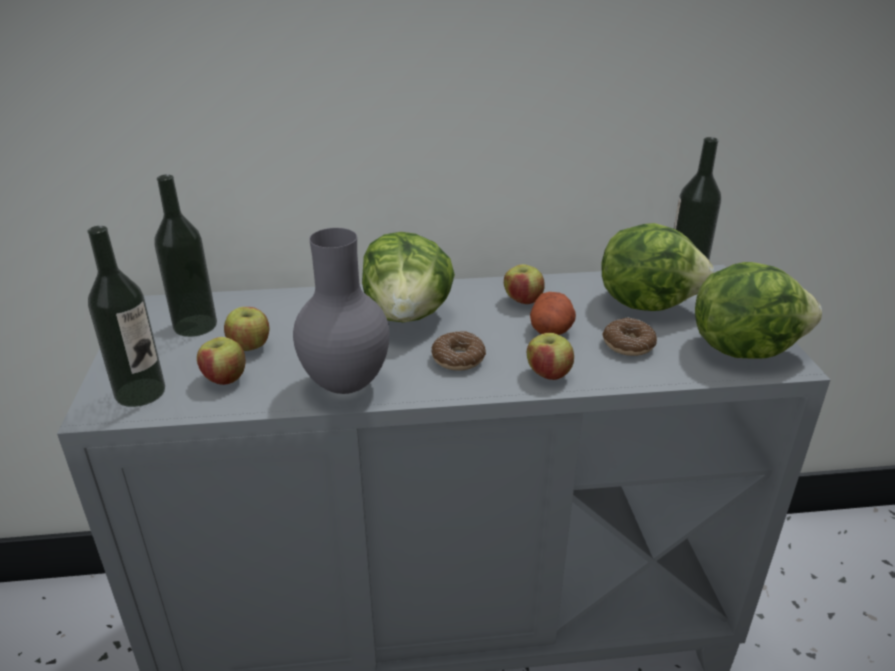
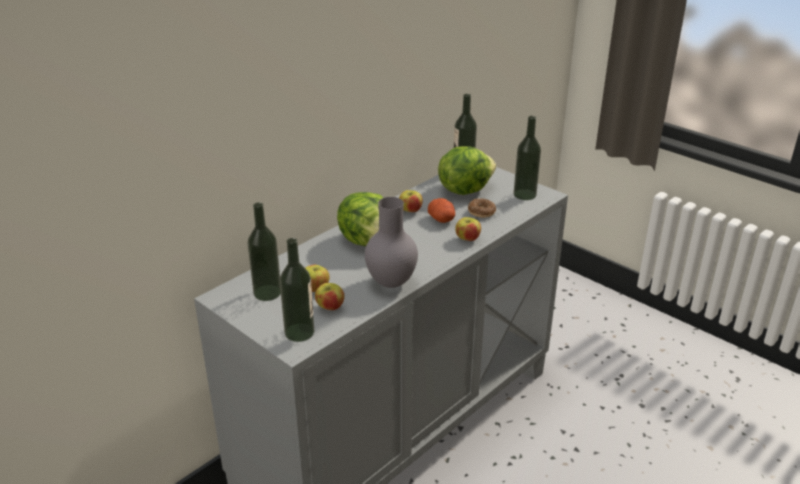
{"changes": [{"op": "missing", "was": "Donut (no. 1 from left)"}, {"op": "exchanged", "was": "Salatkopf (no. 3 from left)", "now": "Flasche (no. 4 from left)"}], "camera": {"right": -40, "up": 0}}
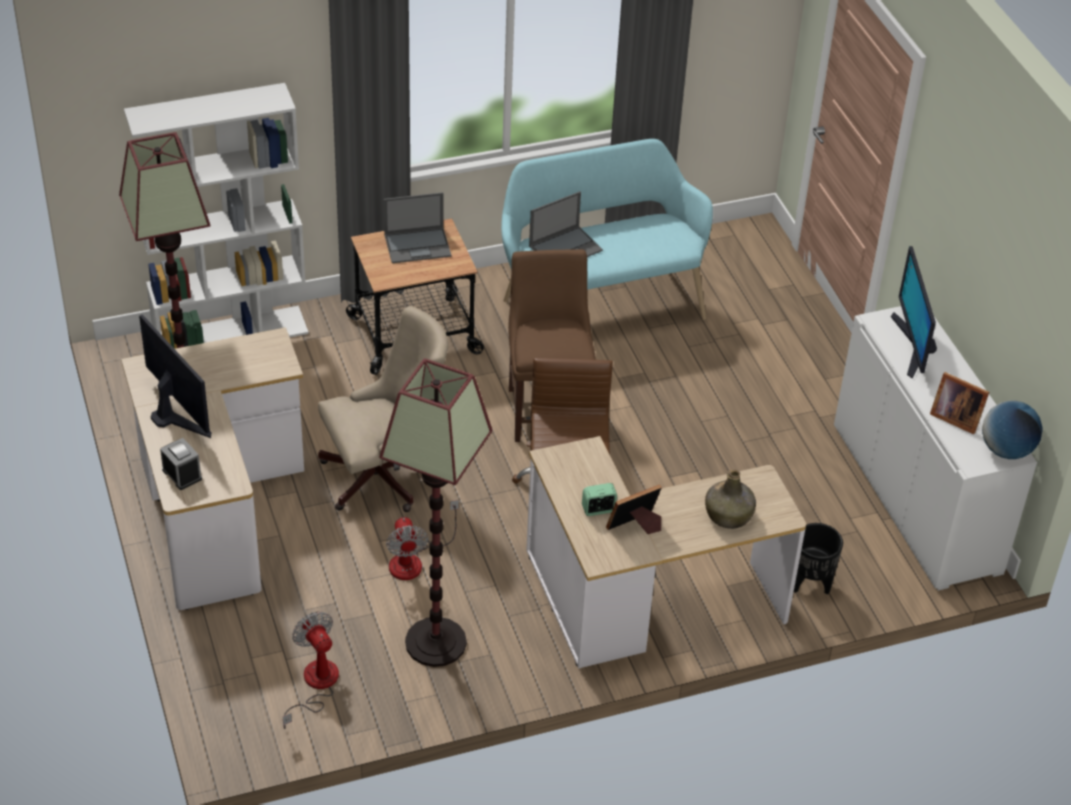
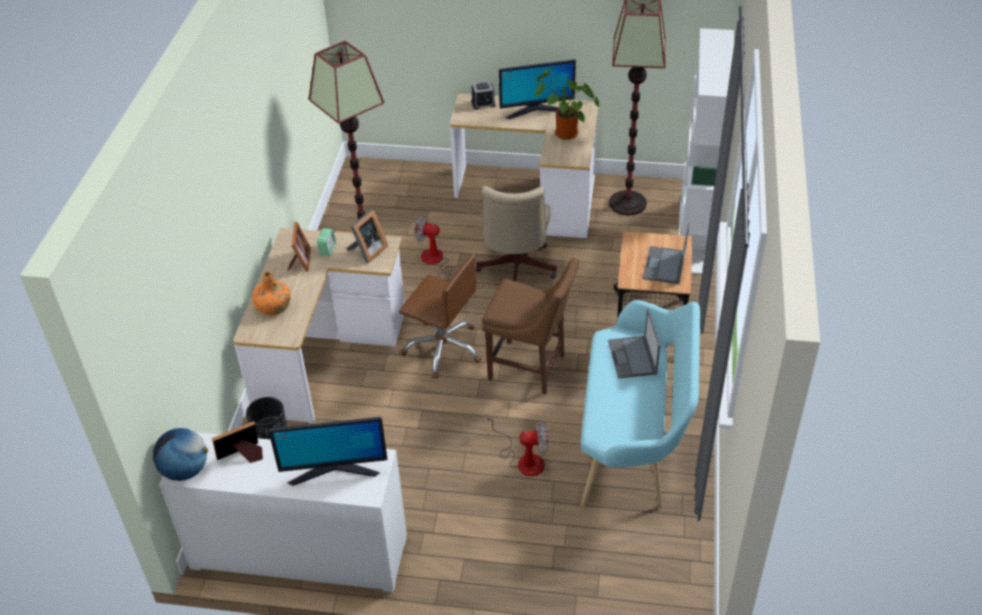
{"changes": [{"op": "appeared", "now": "Bilderrahmen (no. 3 from left)"}, {"op": "appeared", "now": "Topfpflanze"}, {"op": "relocated", "was": "Ventilator (no. 1 from left in the first image)", "now": "Ventilator (no. 2 from left)"}, {"op": "colour", "was": "Flasche (grün)", "now": "Flasche (orange)"}, {"op": "spun", "was": "Monitor (no. 2 from left in the first image)", "clockwise": 150}], "camera": {"right": 120, "up": 0}}
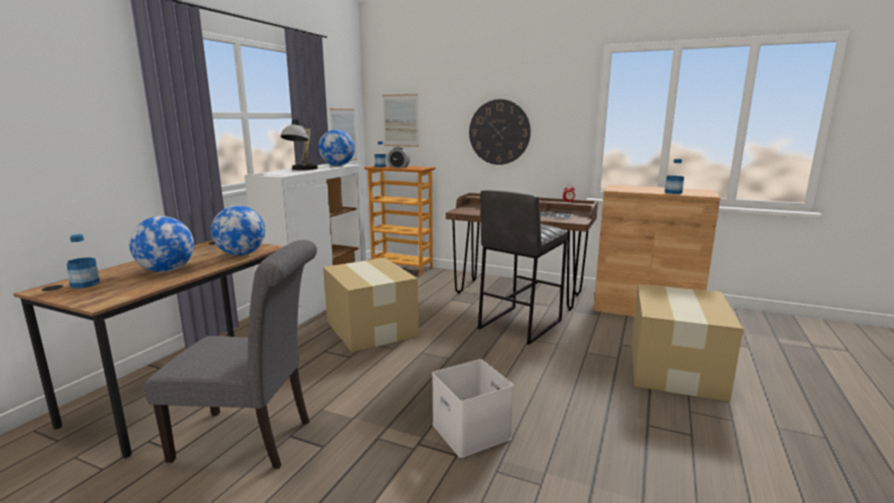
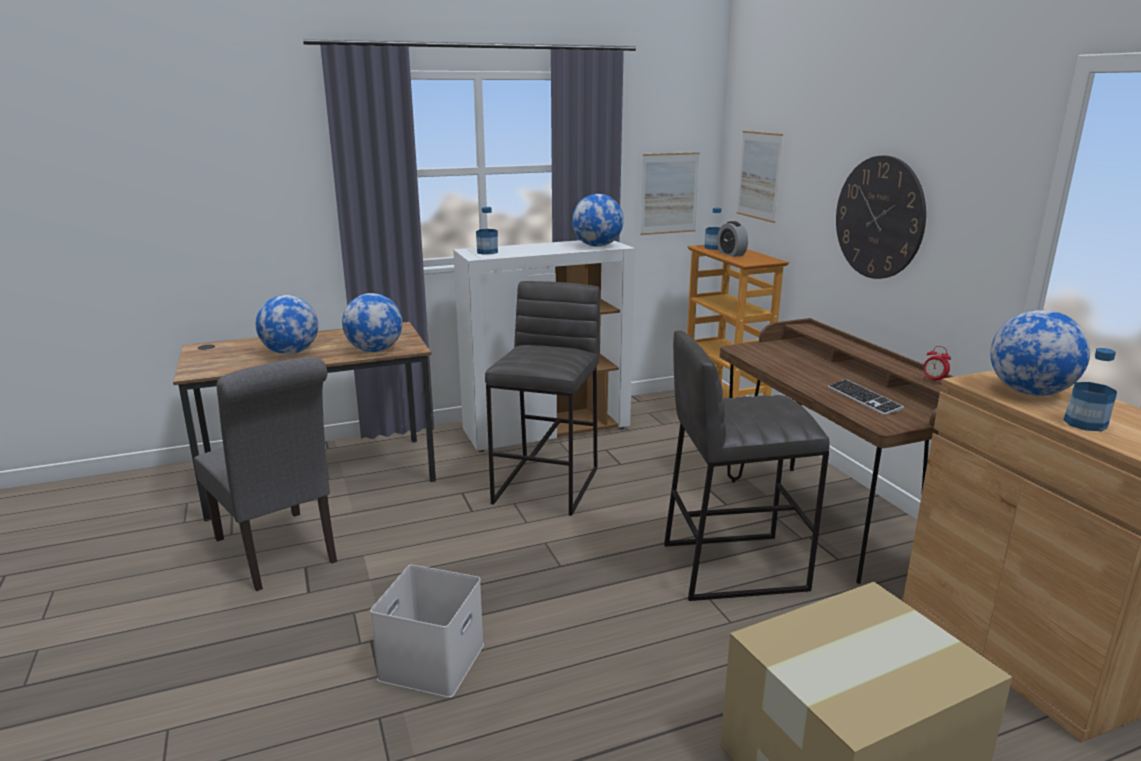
{"changes": [{"op": "missing", "was": "Tischlampe"}, {"op": "appeared", "now": "Globus (no. 4 from left)"}, {"op": "relocated", "was": "Flasche (no. 1 from left)"}, {"op": "exchanged", "was": "Karton (no. 1 from left)", "now": "Hocker (grau) (no. 1 from left)"}], "camera": {"right": 45, "up": 5}}
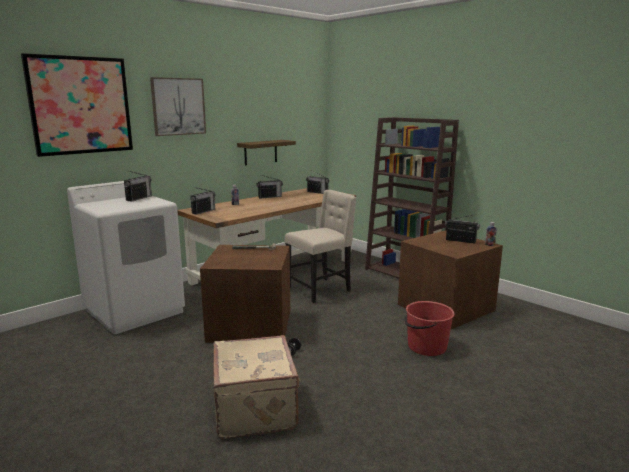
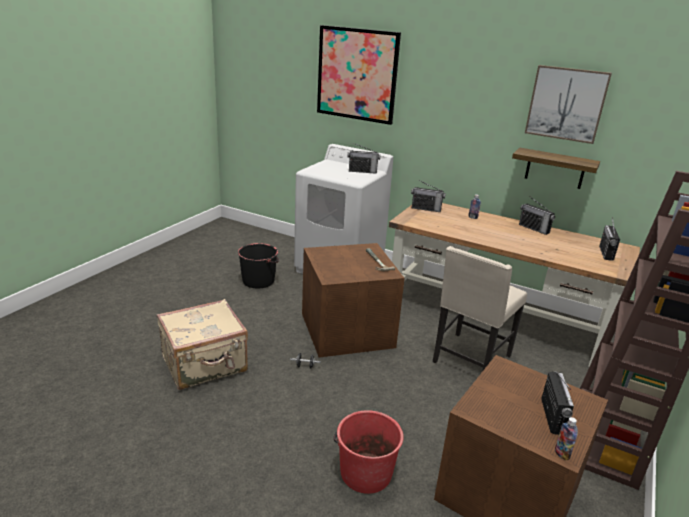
{"changes": [{"op": "appeared", "now": "Eimer (schwarz)"}, {"op": "relocated", "was": "Bild (no. 2 from left)"}, {"op": "spun", "was": "Stuhl (beige)", "clockwise": 90}], "camera": {"right": 70, "up": 10}}
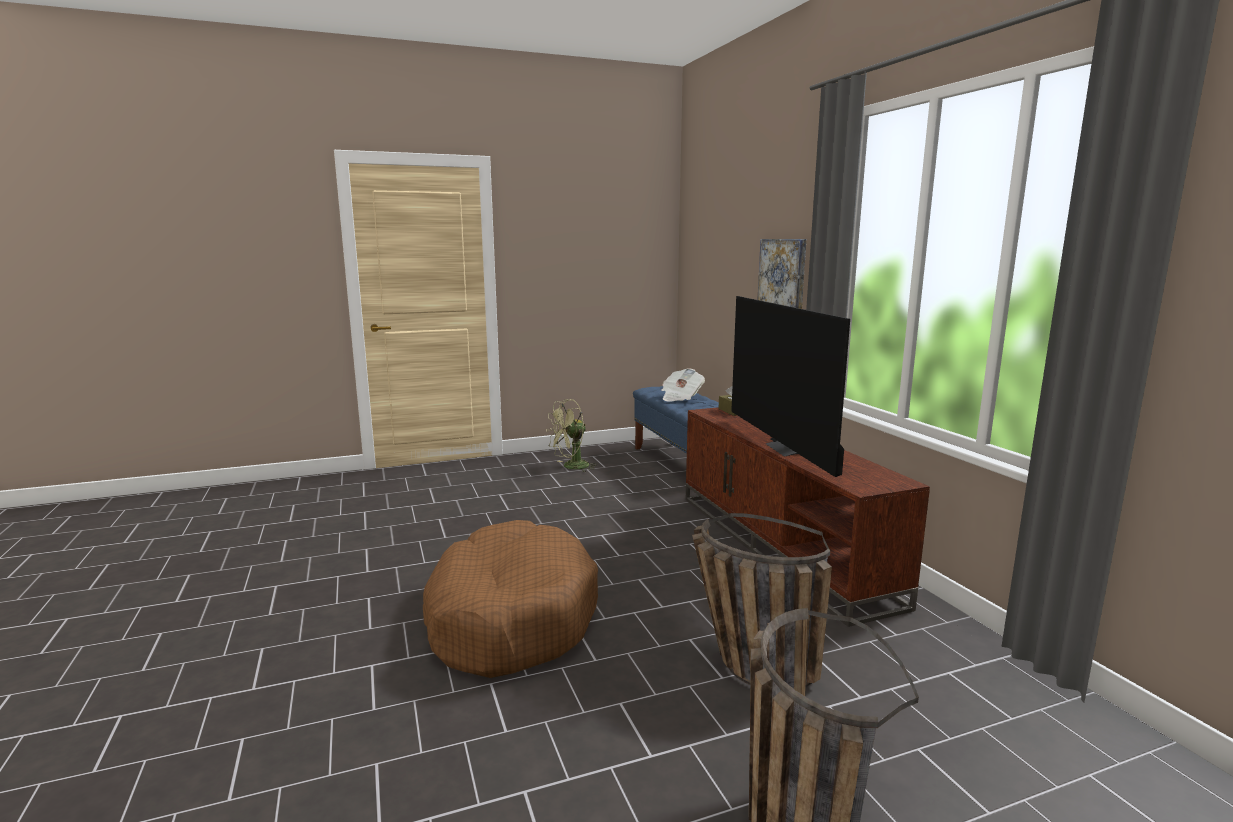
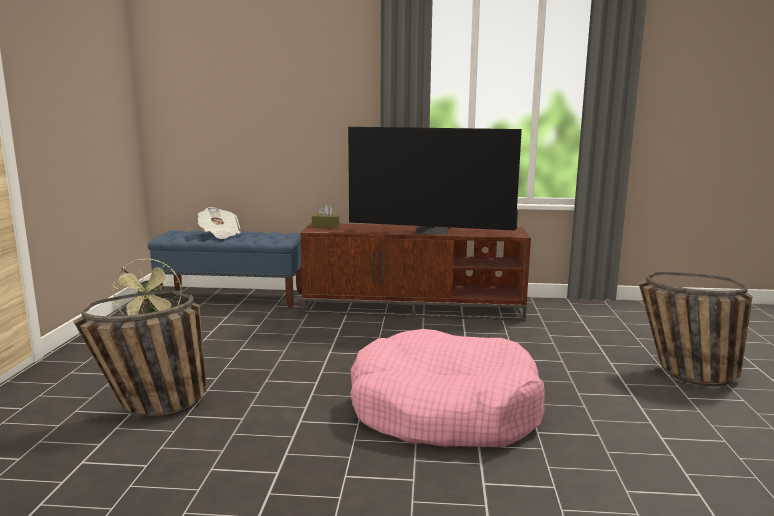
{"changes": [{"op": "missing", "was": "Bild"}, {"op": "relocated", "was": "Korb (no. 1 from left)"}, {"op": "colour", "was": "Hundebett (braun)", "now": "Hundebett (rosa)"}], "camera": {"right": -65, "up": 0}}
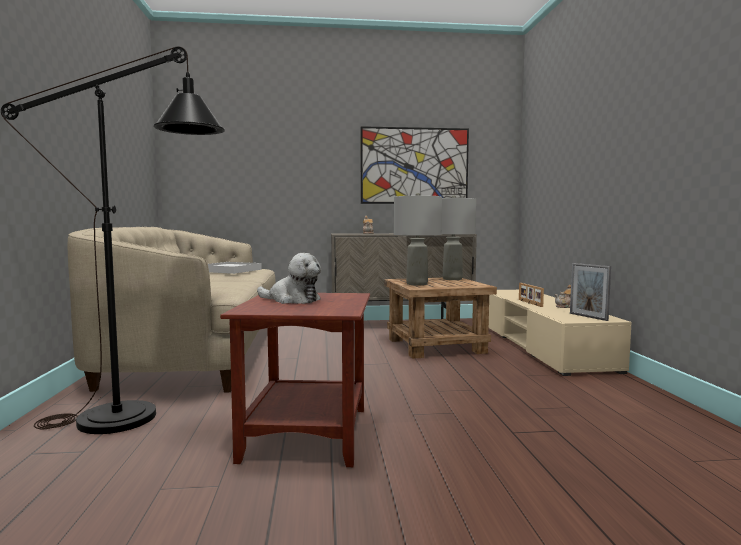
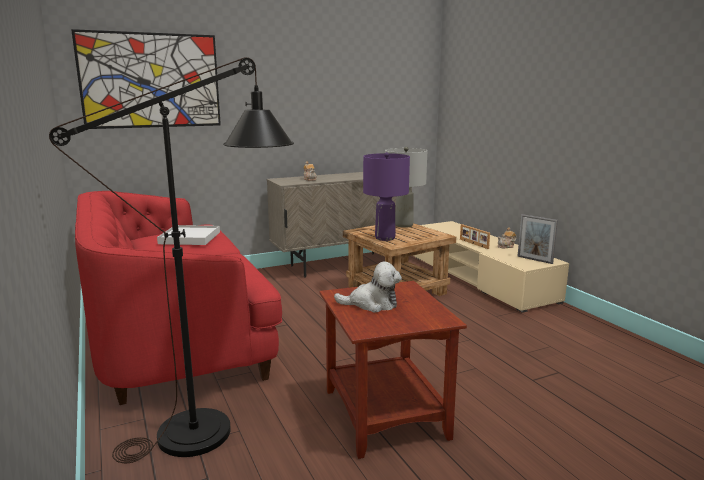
{"changes": [{"op": "relocated", "was": "Bild"}, {"op": "colour", "was": "Sofa (beige)", "now": "Sofa (rot)"}, {"op": "colour", "was": "Tischlampe (grau) (no. 1 from left)", "now": "Tischlampe (lila)"}], "camera": {"right": -20, "up": 10}}
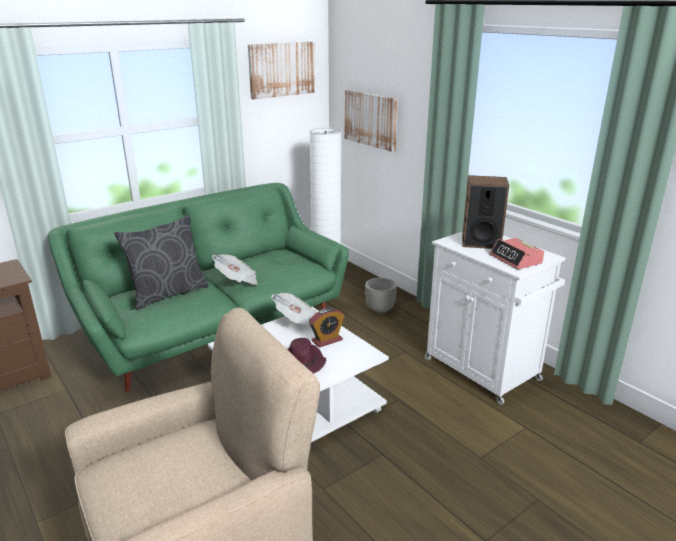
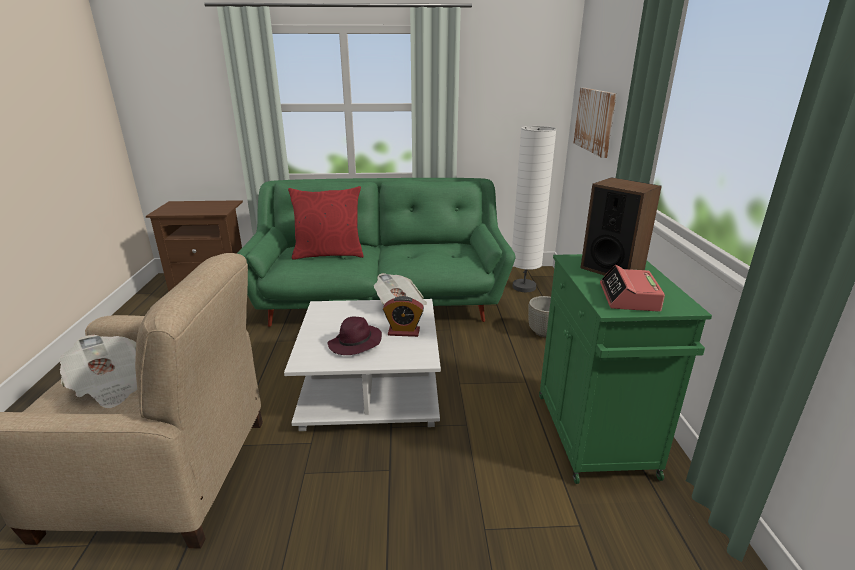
{"changes": [{"op": "missing", "was": "Bild (no. 1 from left)"}, {"op": "relocated", "was": "Zeitung (no. 1 from left)"}, {"op": "colour", "was": "Kissen (grau)", "now": "Kissen (rot)"}, {"op": "colour", "was": "Schrank (weiß)", "now": "Schrank (grün)"}], "camera": {"right": 35, "up": 0}}
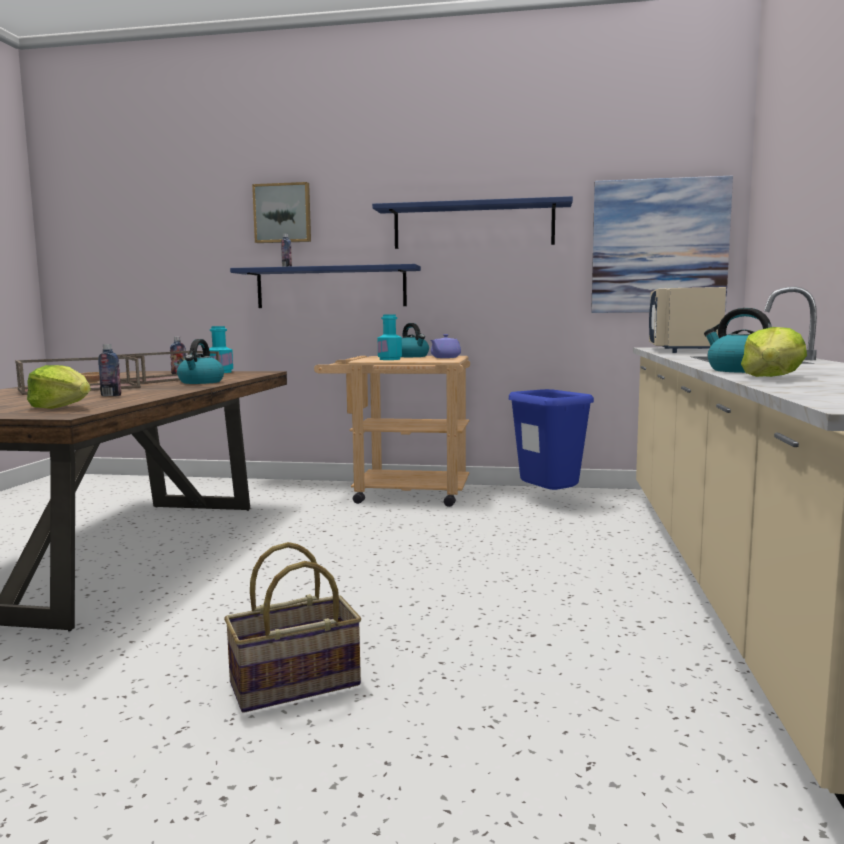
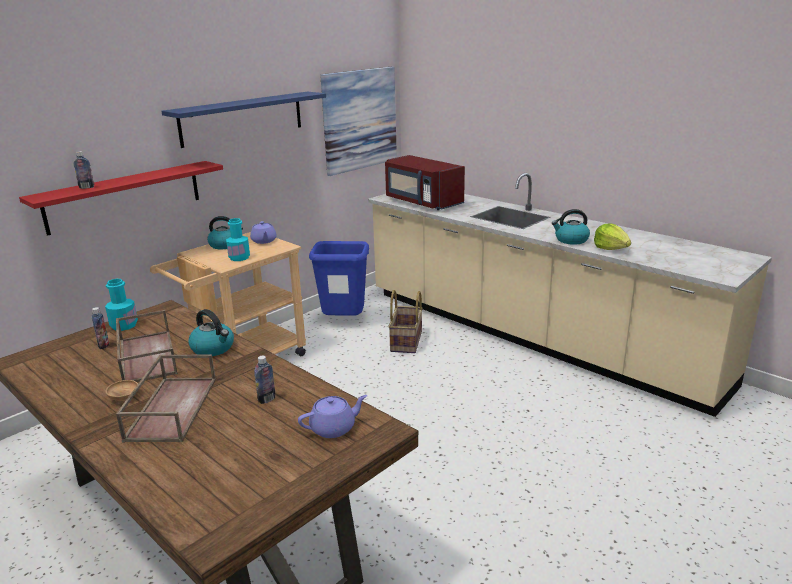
{"changes": [{"op": "missing", "was": "Bild (no. 1 from left)"}, {"op": "relocated", "was": "Korb"}, {"op": "exchanged", "was": "Salatkopf (no. 1 from left)", "now": "Teekanne (lila) (no. 2 from left)"}, {"op": "colour", "was": "Wandregal (blau) (no. 1 from left)", "now": "Wandregal (rot)"}, {"op": "colour", "was": "Mikrowelle (beige)", "now": "Mikrowelle (rot)"}], "camera": {"right": -55, "up": 15}}
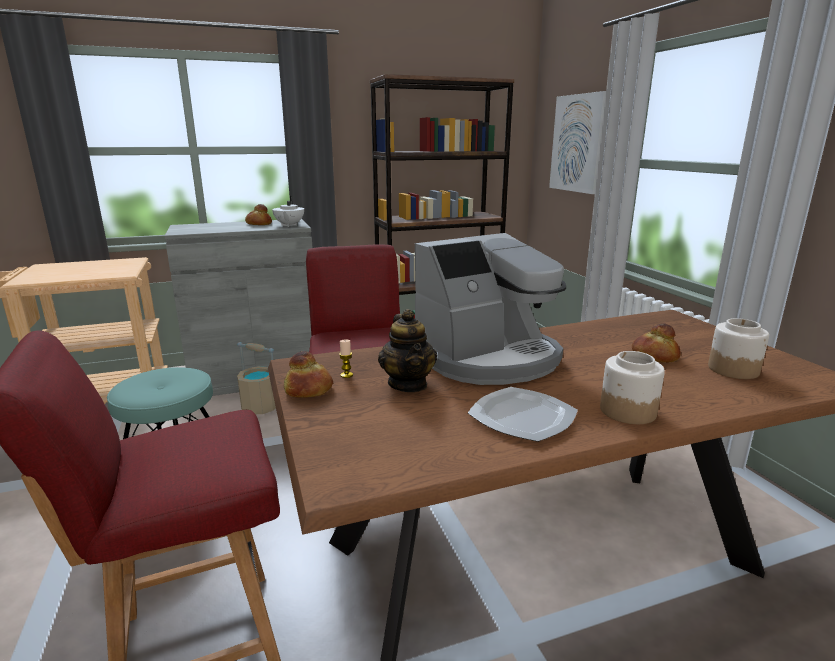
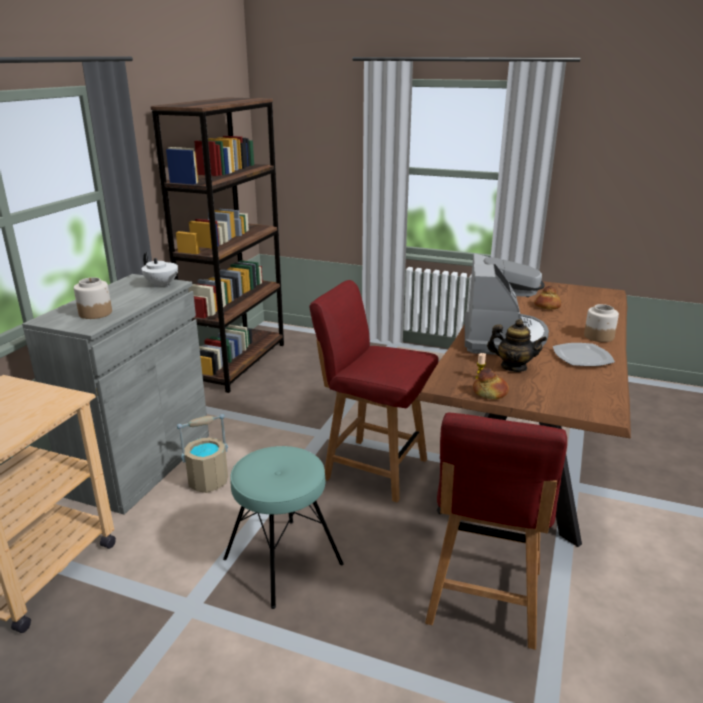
{"changes": [{"op": "missing", "was": "Brot (no. 1 from left)"}, {"op": "missing", "was": "Bild"}, {"op": "relocated", "was": "Vorratsglas (no. 2 from left in the first image)", "now": "Vorratsglas (no. 1 from left)"}], "camera": {"right": -50, "up": 5}}
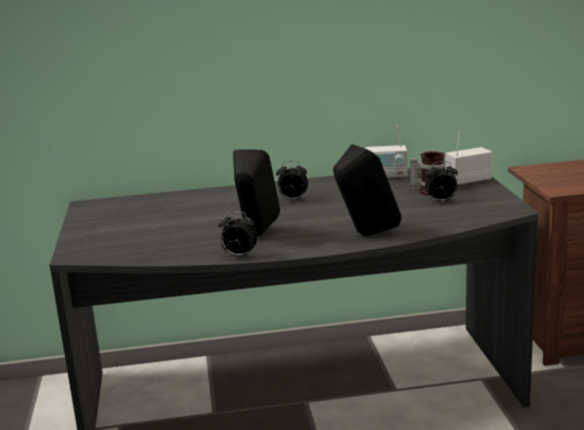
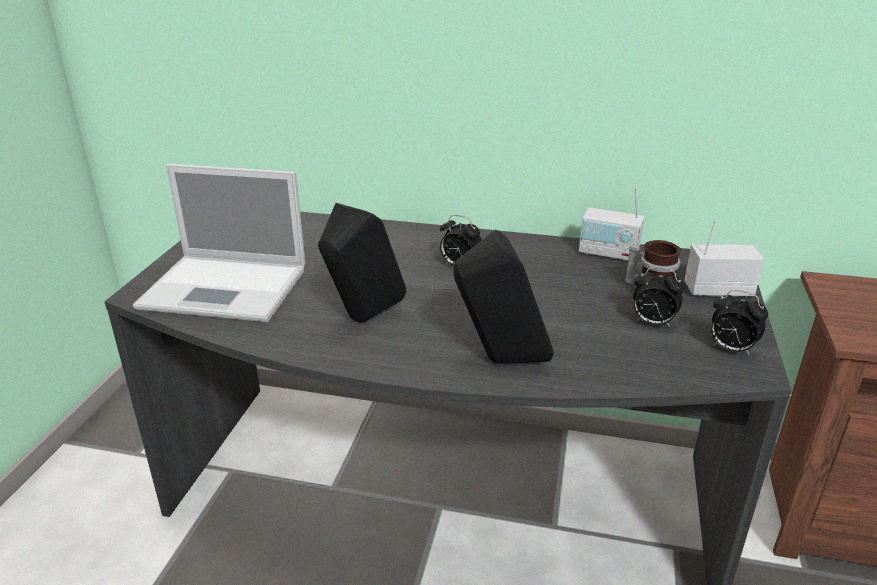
{"changes": [{"op": "appeared", "now": "Laptop"}, {"op": "relocated", "was": "Wecker (no. 1 from left in the first image)", "now": "Wecker (no. 3 from left)"}], "camera": {"right": 20, "up": 10}}
